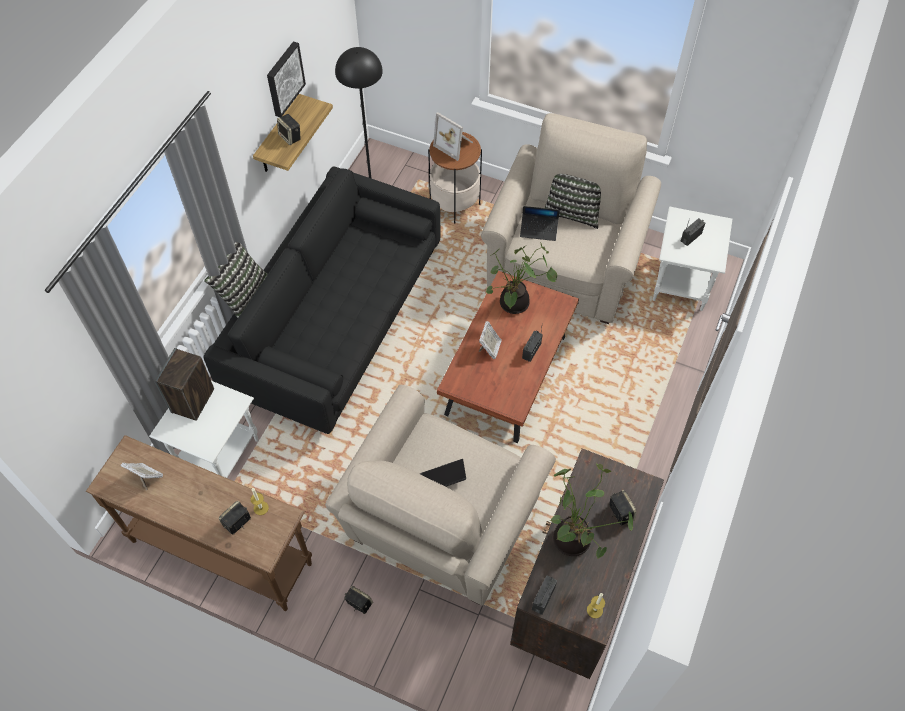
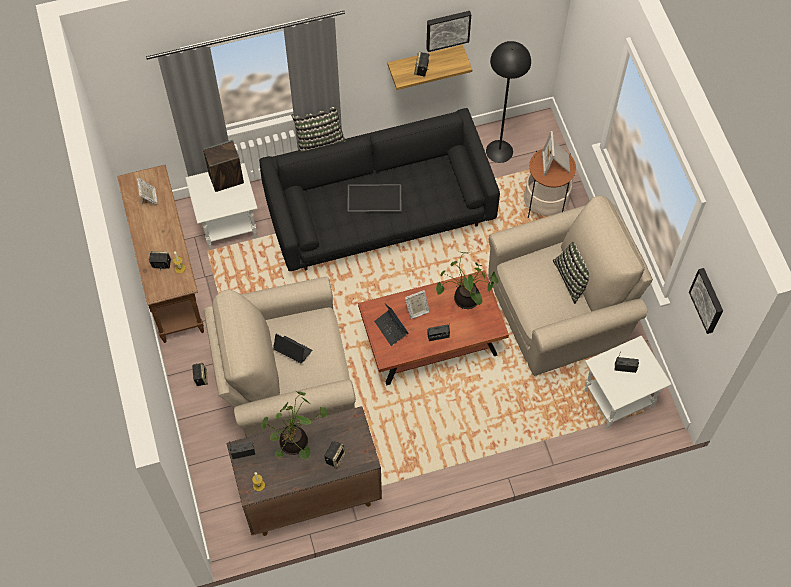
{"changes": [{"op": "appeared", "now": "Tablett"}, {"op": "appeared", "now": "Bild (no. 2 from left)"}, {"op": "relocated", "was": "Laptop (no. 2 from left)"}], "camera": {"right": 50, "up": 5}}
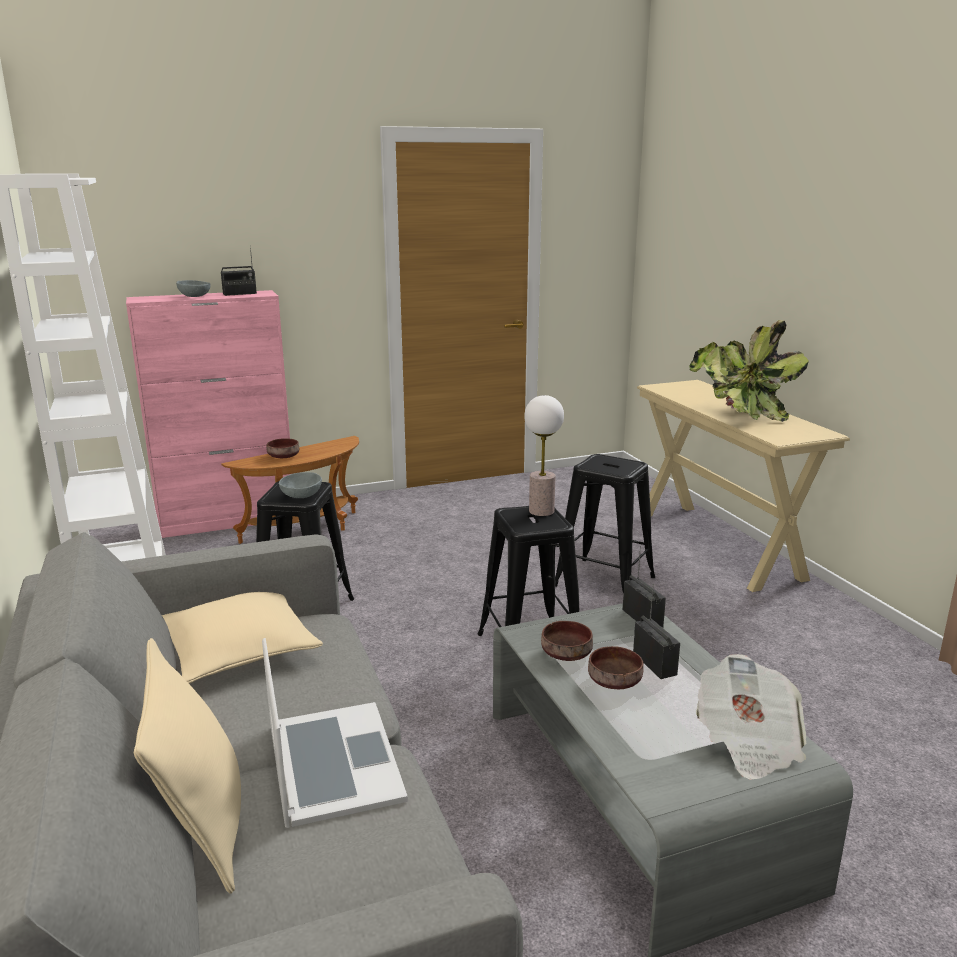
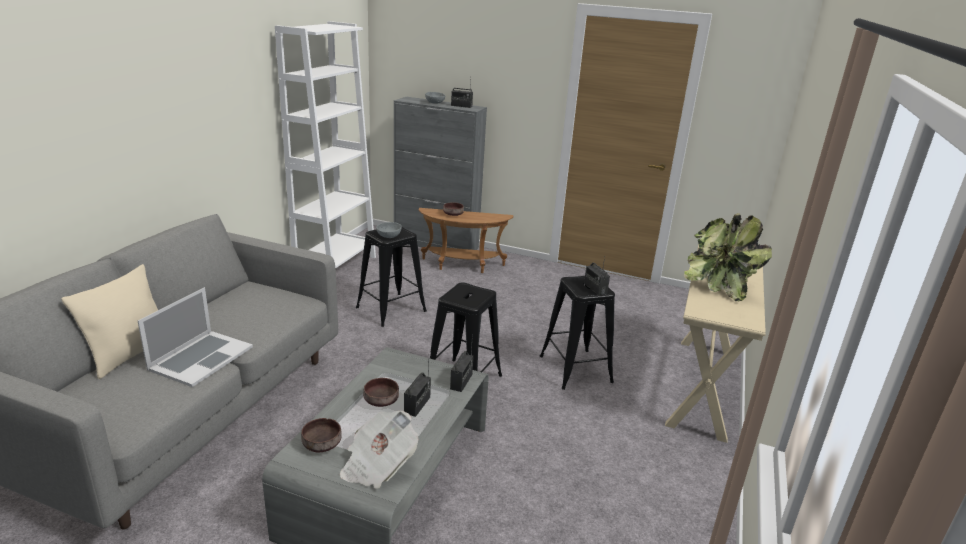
{"changes": [{"op": "missing", "was": "Kissen (beige) (no. 2 from left)"}, {"op": "missing", "was": "Tischlampe"}, {"op": "appeared", "now": "Radio (no. 4 from left)"}, {"op": "relocated", "was": "Schüssel (braun) (no. 2 from left in the first image)", "now": "Schüssel (braun) (no. 1 from left)"}, {"op": "colour", "was": "Schrank (rosa)", "now": "Schrank (grau)"}], "camera": {"right": 40, "up": 5}}
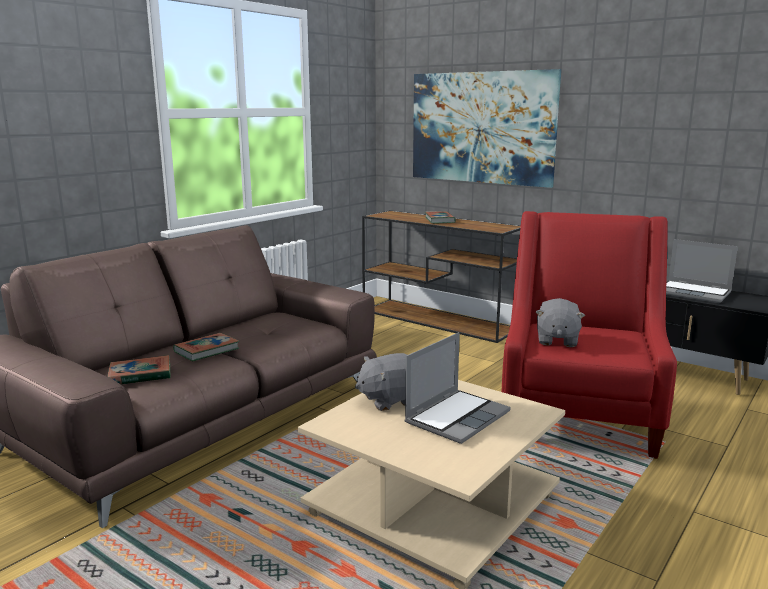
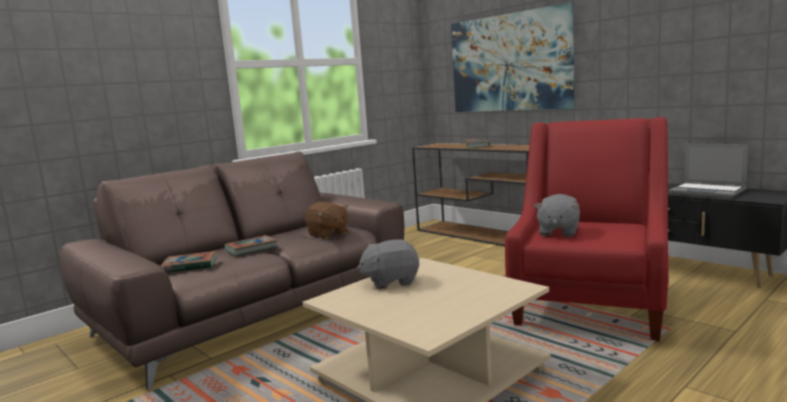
{"changes": [{"op": "missing", "was": "Laptop (no. 1 from left)"}, {"op": "appeared", "now": "Plüschtier (braun)"}], "camera": {"right": 10, "up": -5}}
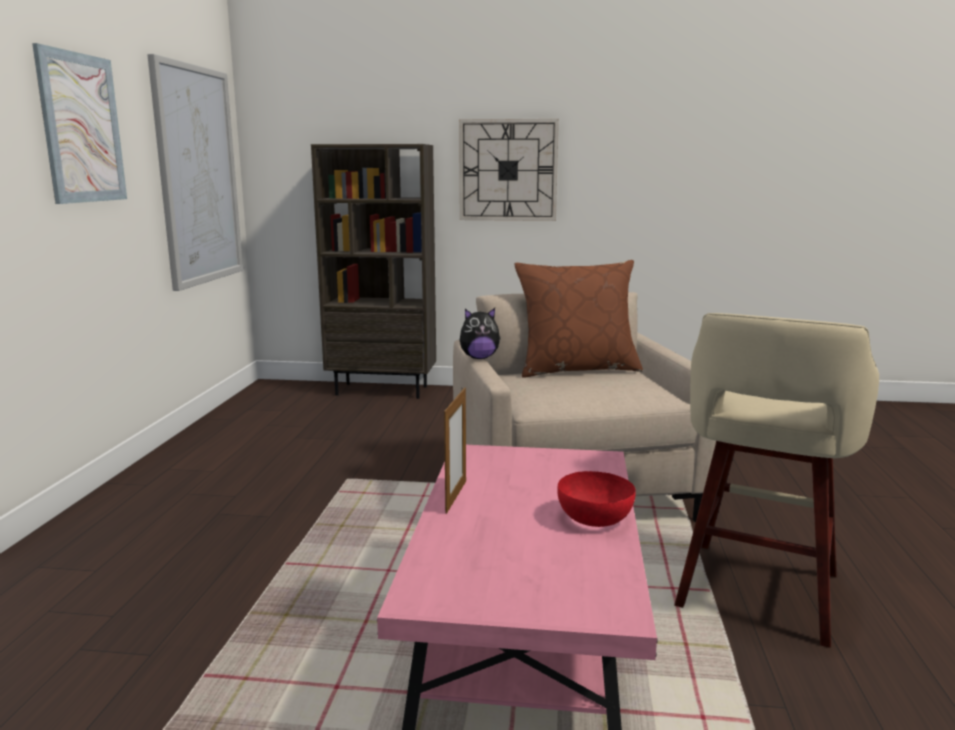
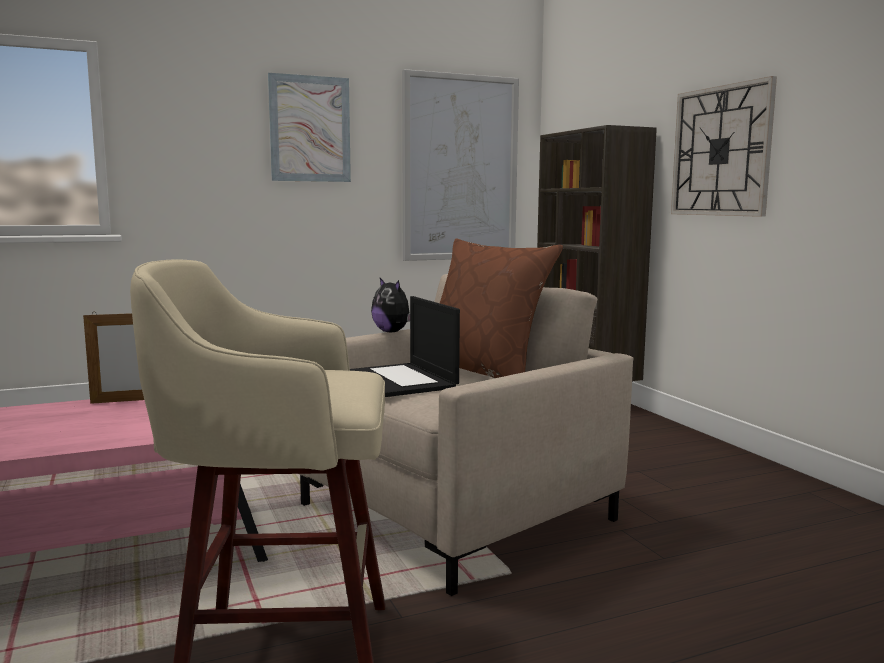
{"changes": [{"op": "missing", "was": "Schüssel (rot)"}, {"op": "appeared", "now": "Laptop"}], "camera": {"right": 60, "up": -5}}
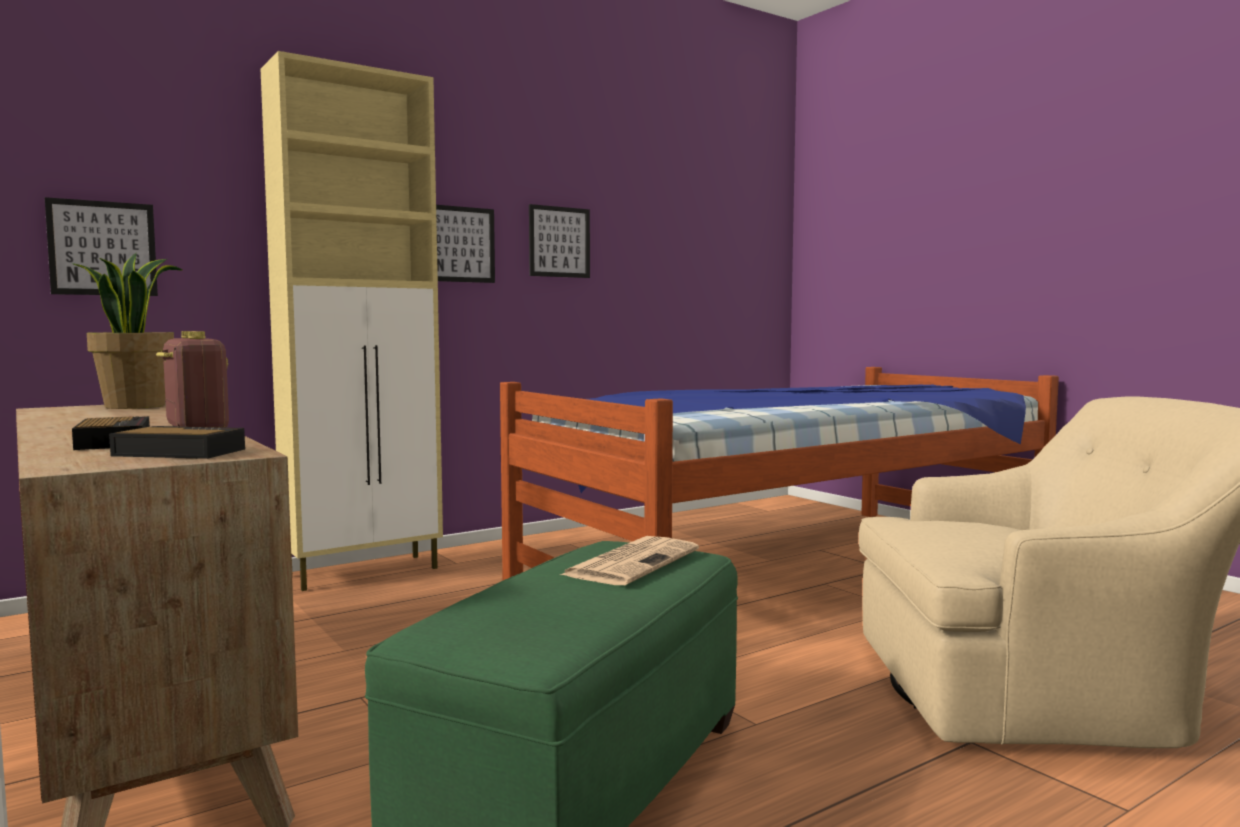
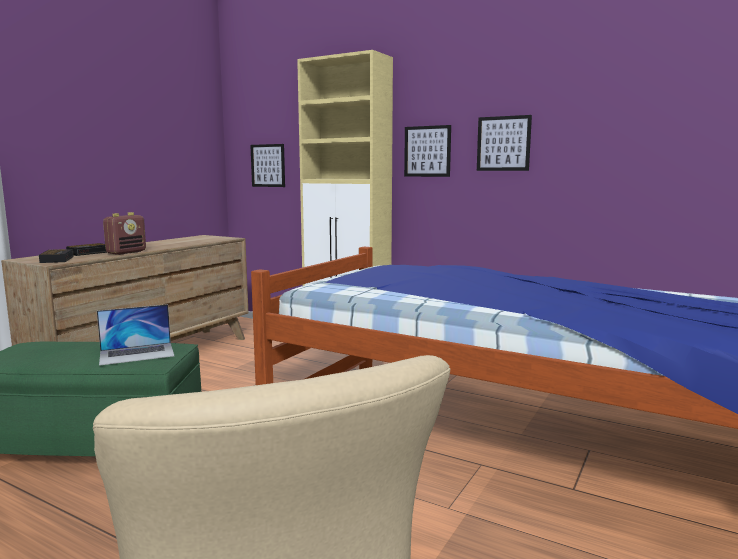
{"changes": [{"op": "missing", "was": "Topfpflanze"}, {"op": "exchanged", "was": "Zeitung", "now": "Laptop"}], "camera": {"right": 65, "up": 5}}
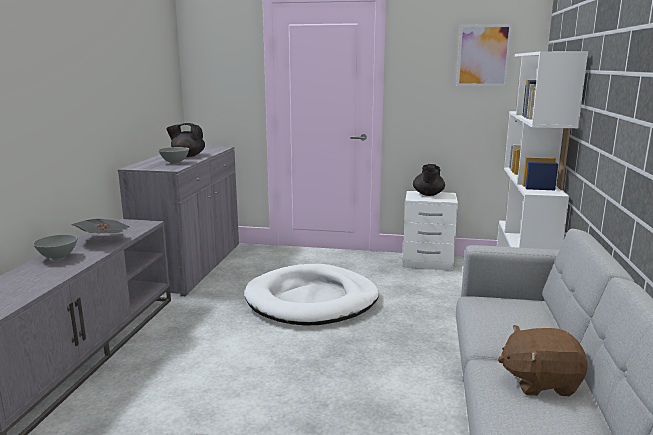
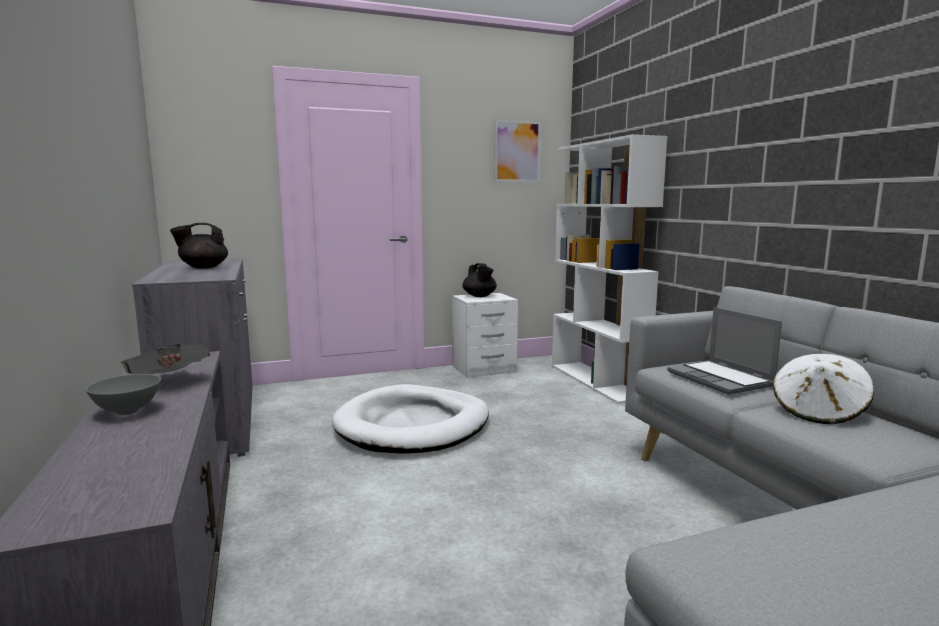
{"changes": [{"op": "missing", "was": "Schüssel (grau) (no. 2 from left)"}, {"op": "appeared", "now": "Laptop"}, {"op": "exchanged", "was": "Plüschtier (braun)", "now": "Hut (weiß)"}], "camera": {"right": -30, "up": -5}}
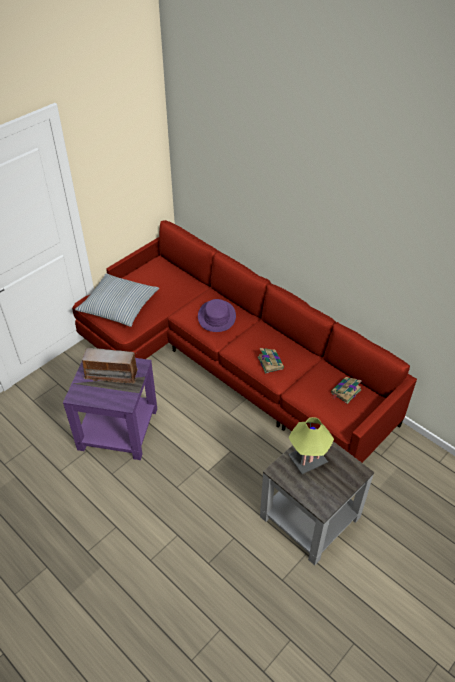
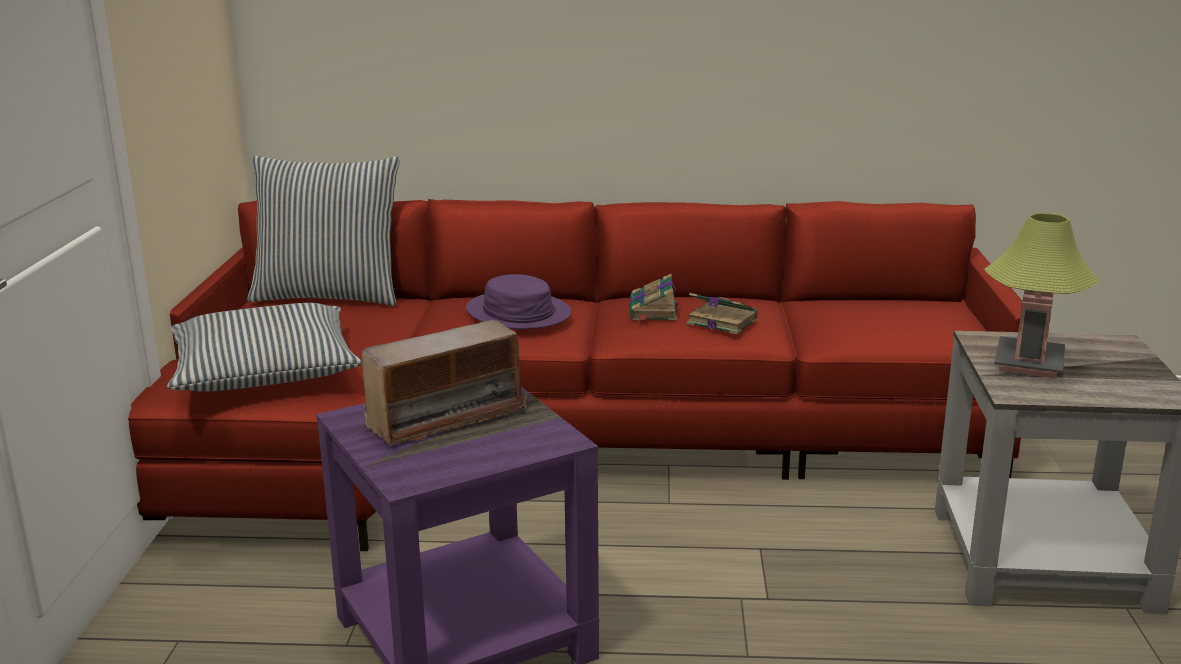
{"changes": [{"op": "appeared", "now": "Kissen (no. 2 from left)"}, {"op": "relocated", "was": "Buch (no. 2 from left in the first image)", "now": "Buch (no. 1 from left)"}], "camera": {"right": -40, "up": -25}}
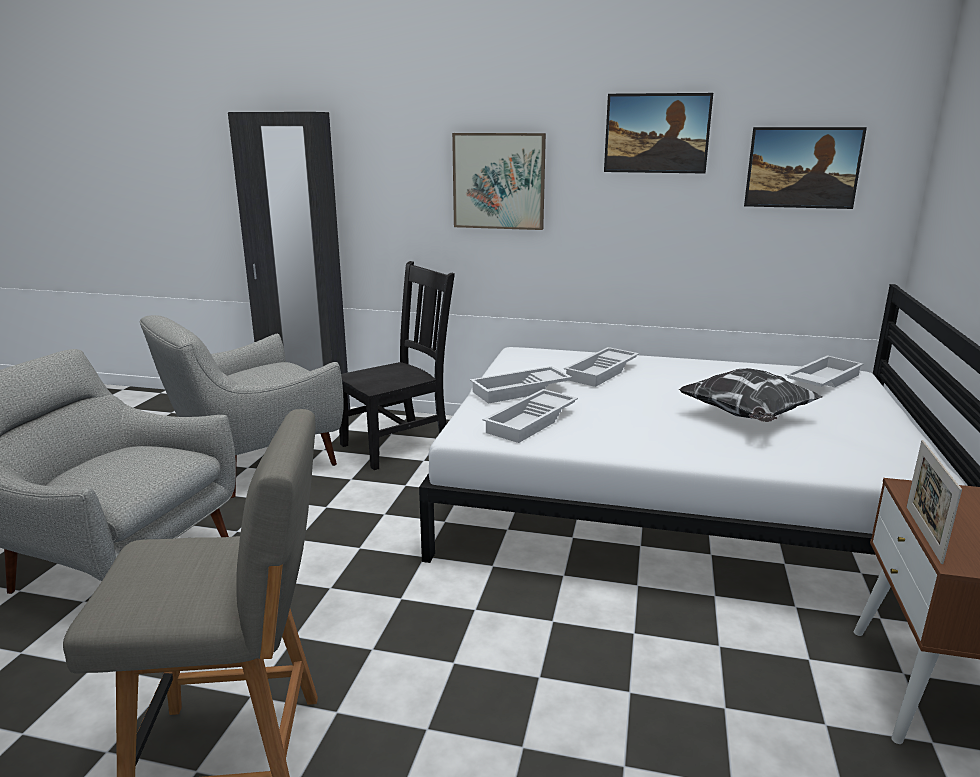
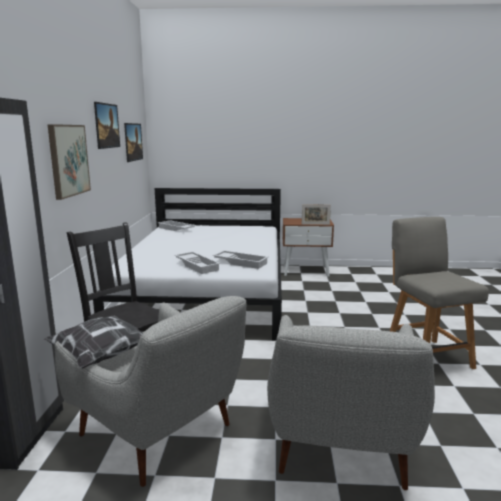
{"changes": [{"op": "missing", "was": "Tablett (weiß) (no. 3 from left)"}, {"op": "relocated", "was": "Kissen"}], "camera": {"right": -100, "up": -5}}
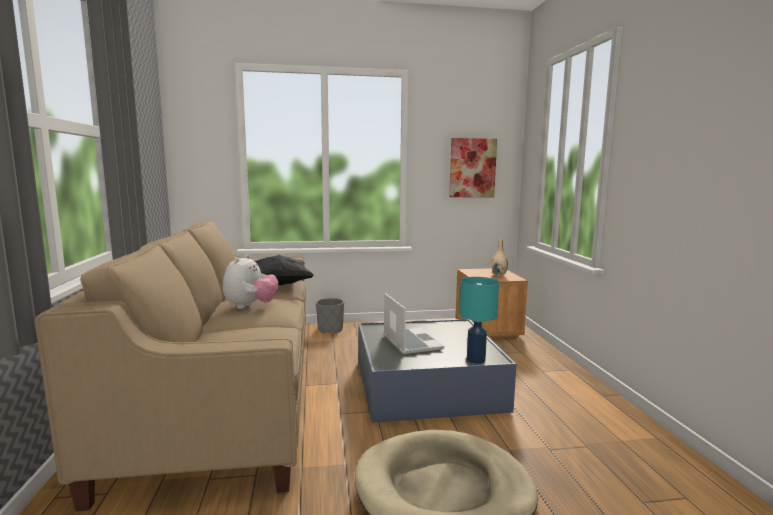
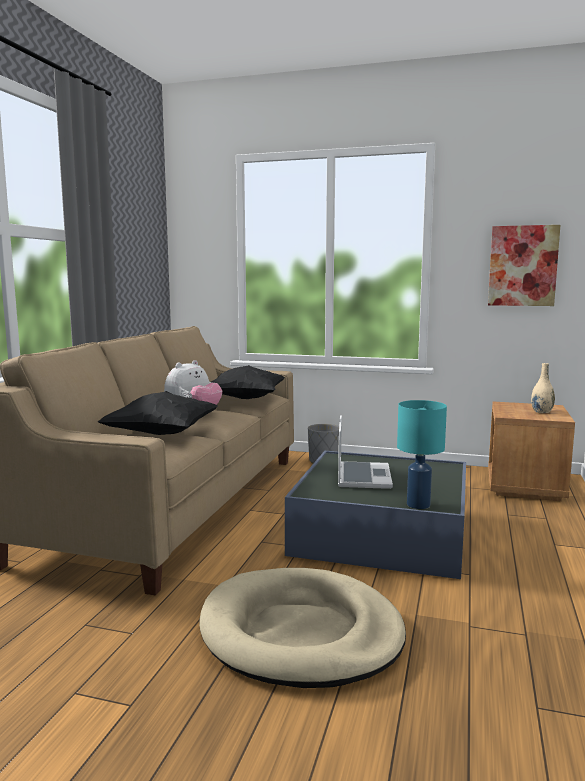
{"changes": [{"op": "appeared", "now": "Kissen (schwarz) (no. 1 from left)"}], "camera": {"right": 25, "up": 0}}
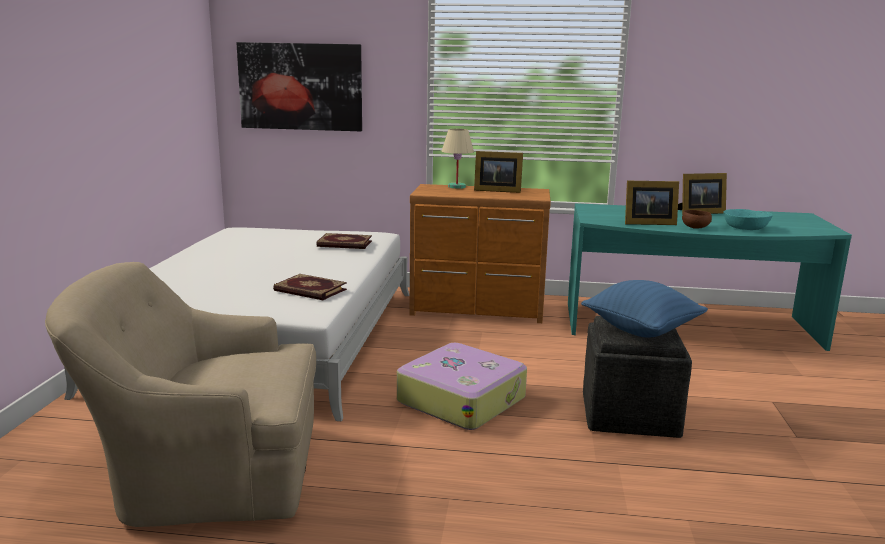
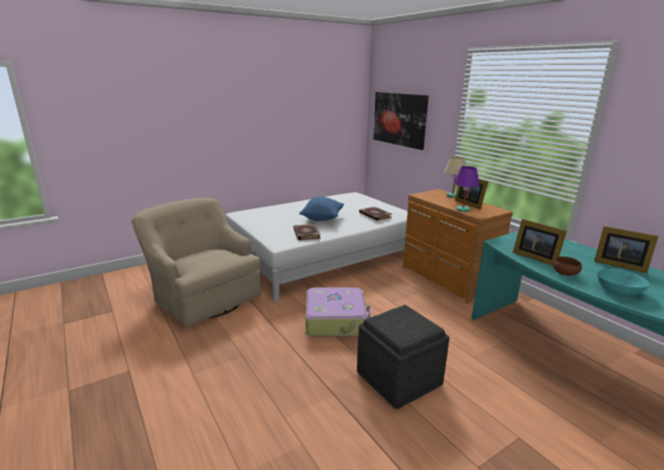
{"changes": [{"op": "appeared", "now": "Tischlampe (lila)"}, {"op": "relocated", "was": "Kissen (blau)"}], "camera": {"right": 50, "up": 5}}
